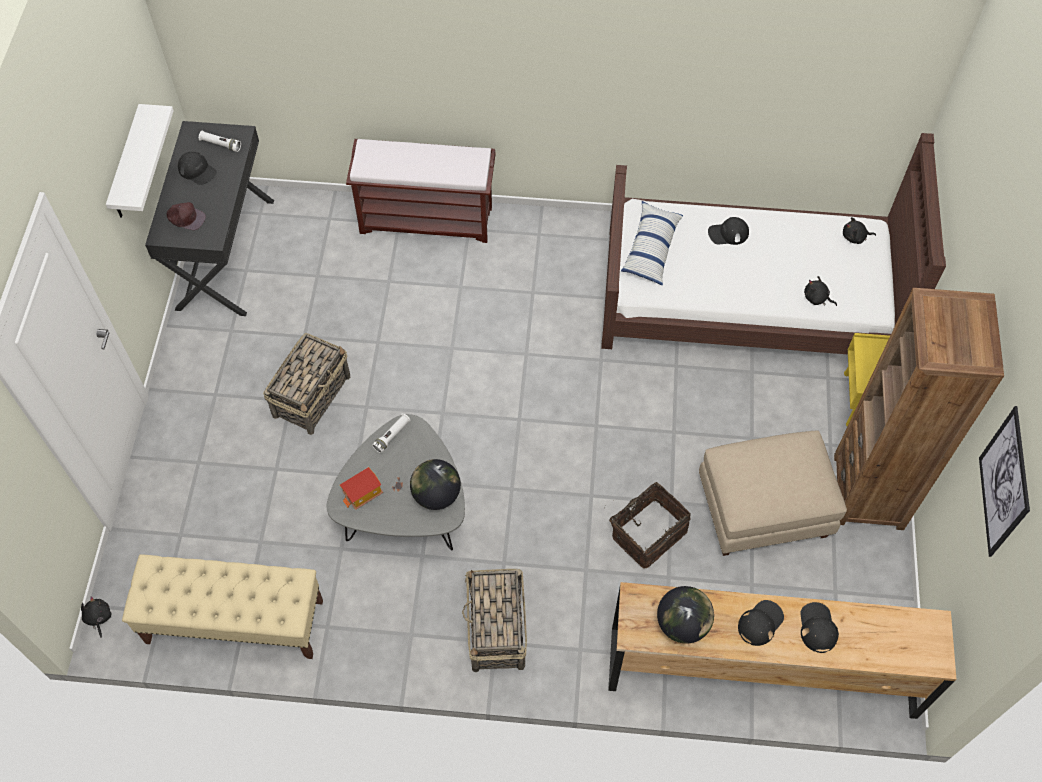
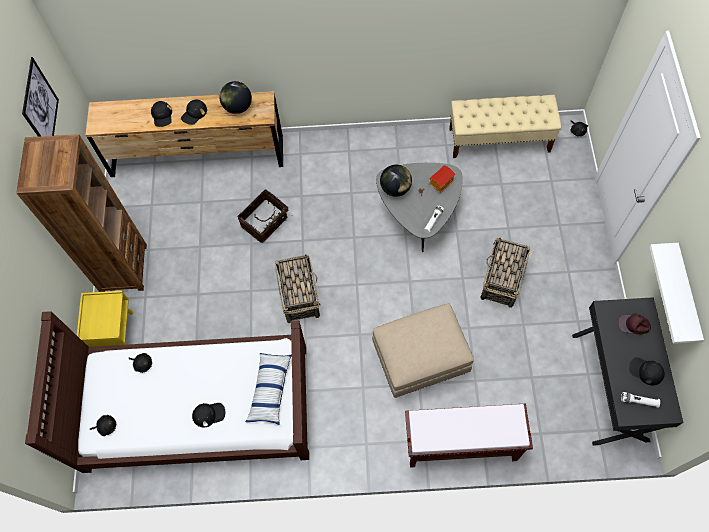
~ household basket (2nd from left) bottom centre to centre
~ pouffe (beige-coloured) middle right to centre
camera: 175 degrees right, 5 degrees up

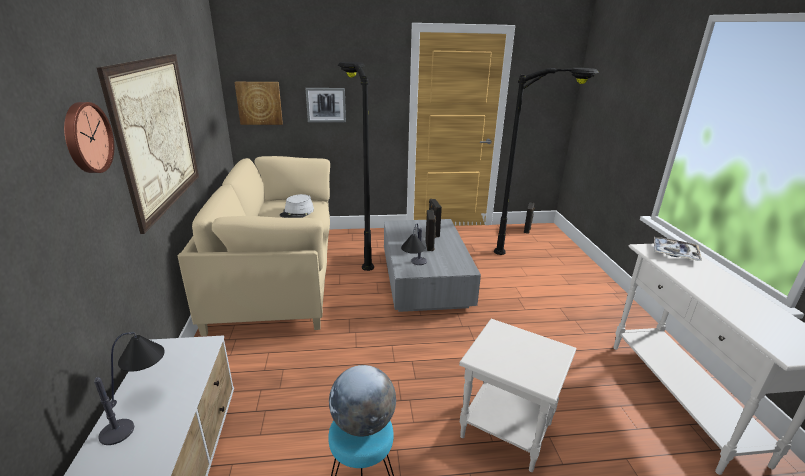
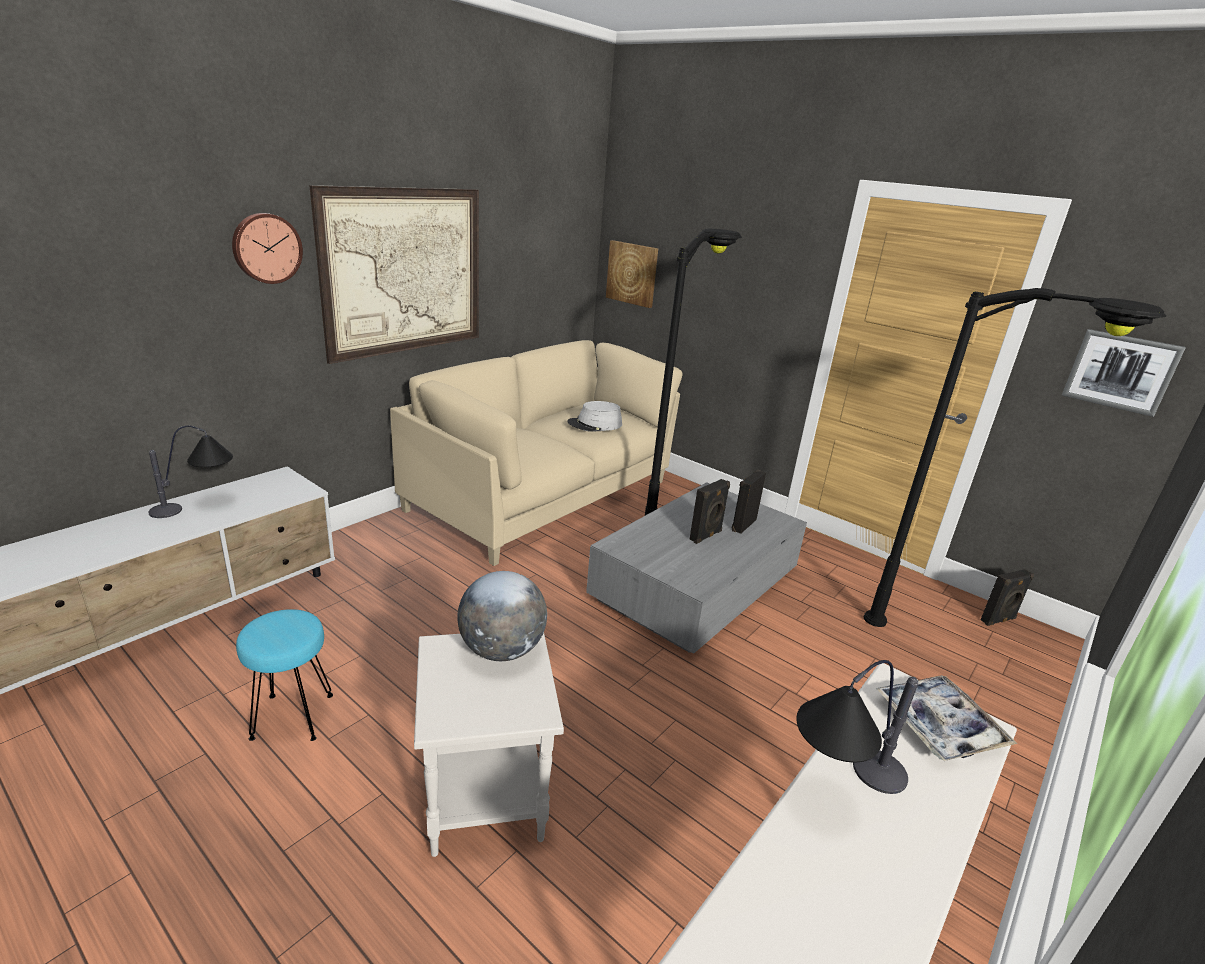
~ wall picture (3rd from left) top centre to middle right
~ globe bottom centre to centre
~ tabletop lamp (2nd from left) centre to bottom right
camera: 45 degrees right, 0 degrees up

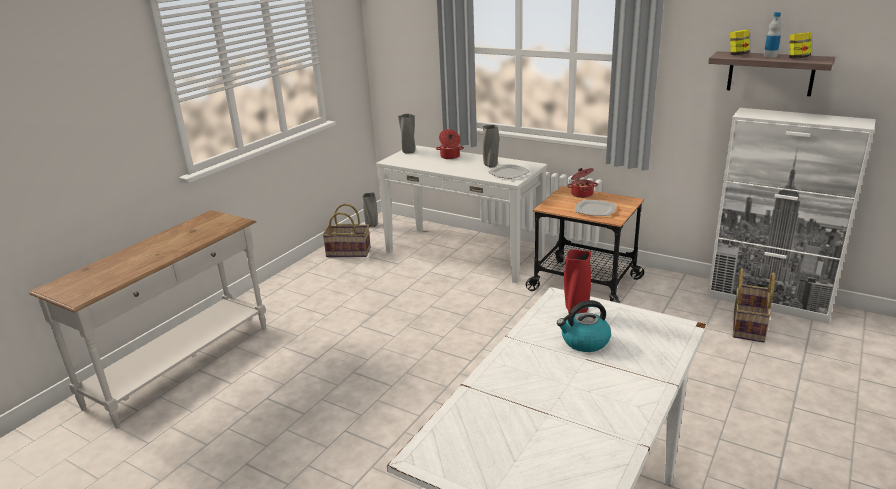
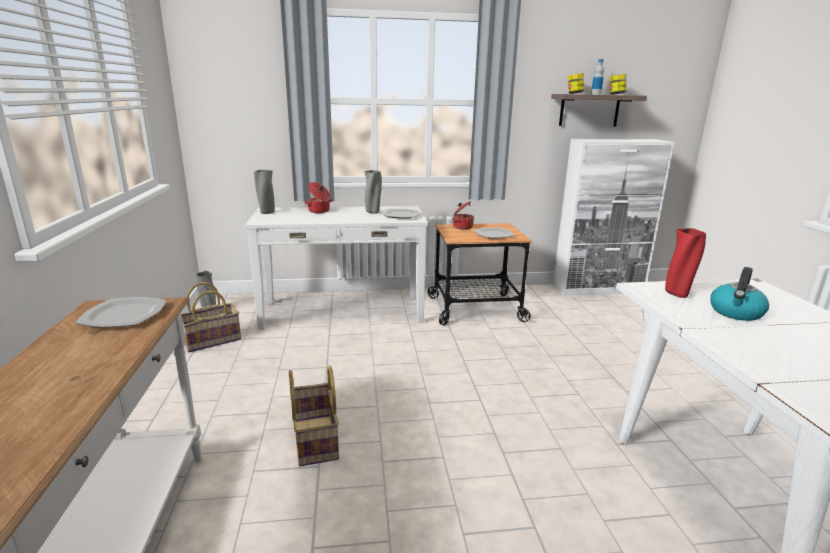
+ plate (1st from left) middle left
~ household basket (2nd from left) middle right to bottom centre
camera: 40 degrees left, 5 degrees down

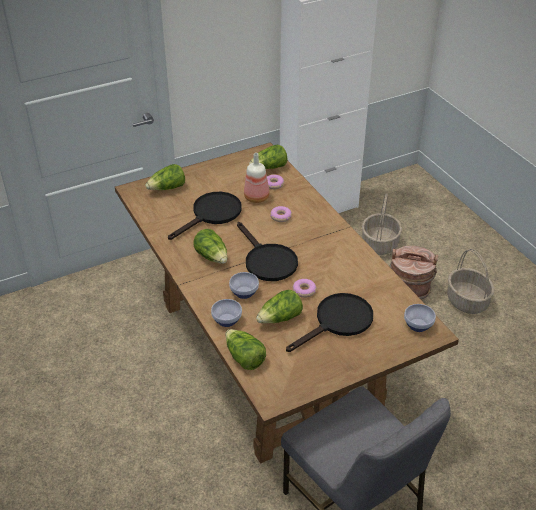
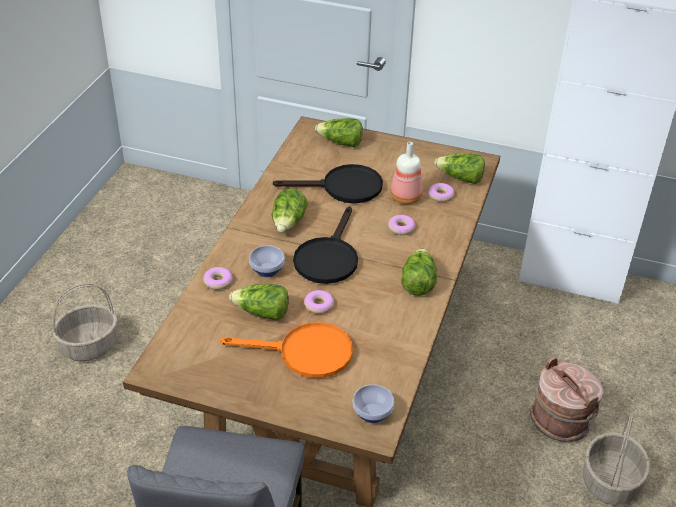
~ lettuce head (3rd from left in the first image) bottom centre to lettuce head (4th from left) centre
~ household basket (1st from left) middle right to middle left
~ deep dish (1st from left) centre to doughnut (1st from left) middle left
~ skillet (blackish) (3rd from left) centre to skillet (orange) bottom centre
camera: 45 degrees right, 0 degrees up

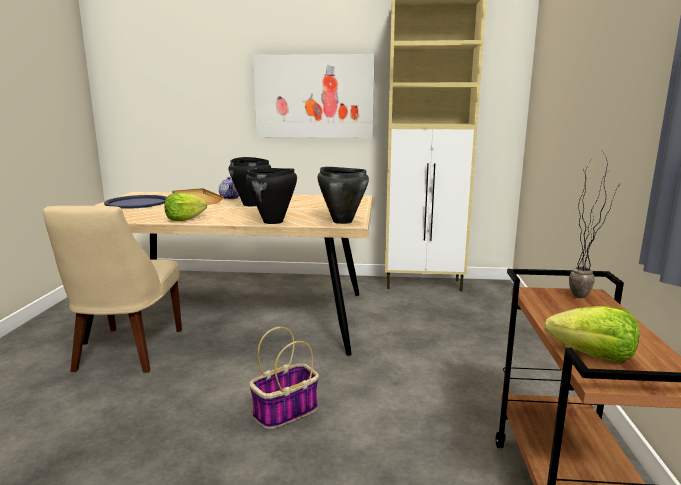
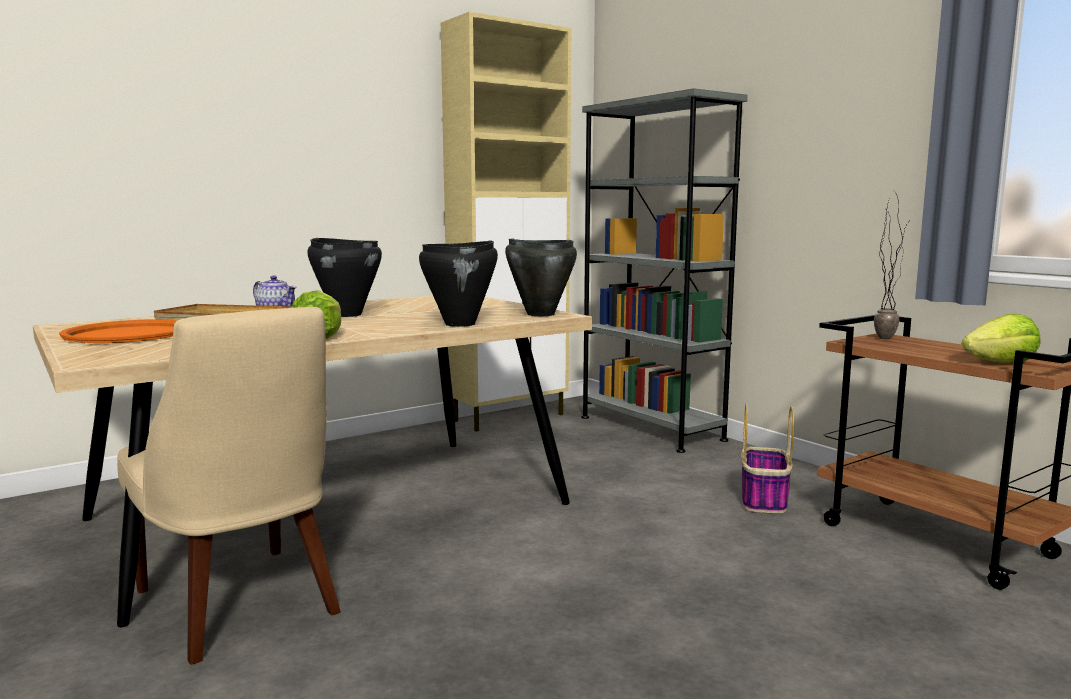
- wall picture top centre
+ shelving unit (greyish) centre
~ household basket bottom centre to middle right
~ serving tray (blue-coloured) middle left to serving tray (orange) middle left
camera: 40 degrees left, 5 degrees down

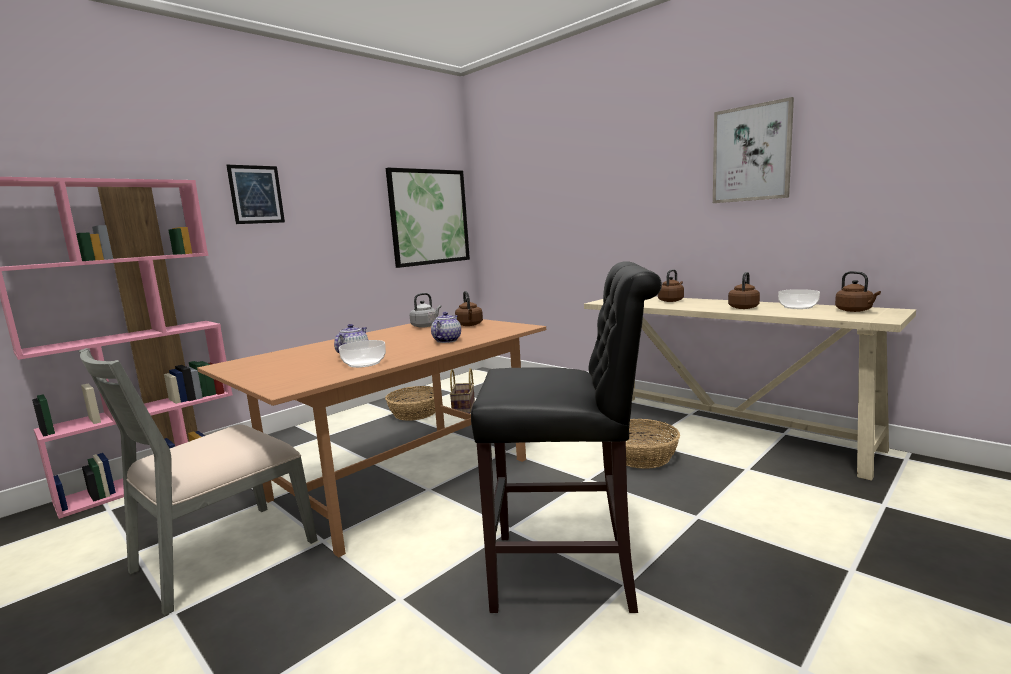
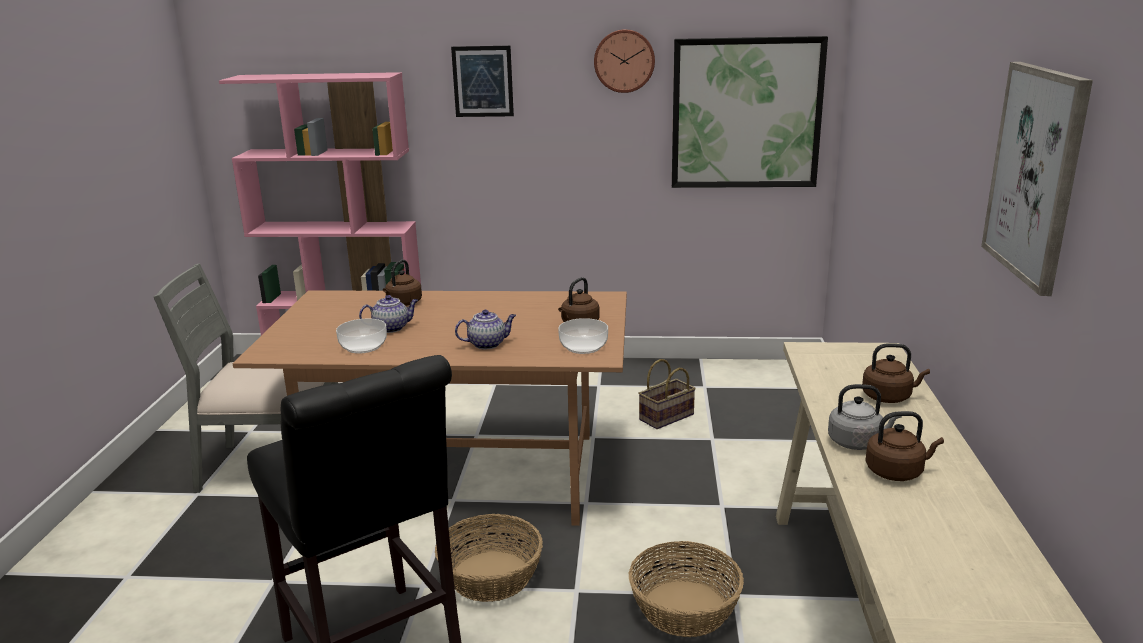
+ hanging clock top centre
~ household basket (1st from left) centre to bottom centre
~ water kettle (greyish) centre to middle right
~ deep dish (2nd from left) middle right to centre
~ water kettle (brown-coloured) (4th from left in the first image) middle right to water kettle (brown-coloured) (1st from left) centre
camera: 50 degrees right, 10 degrees up

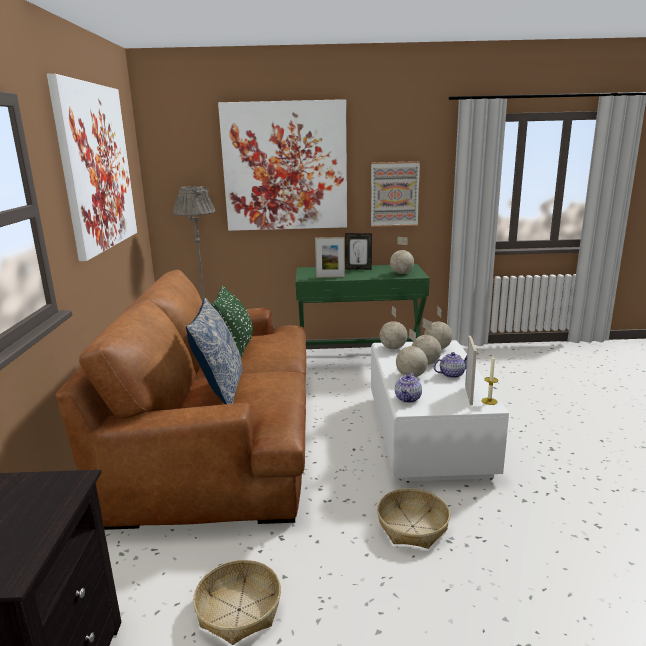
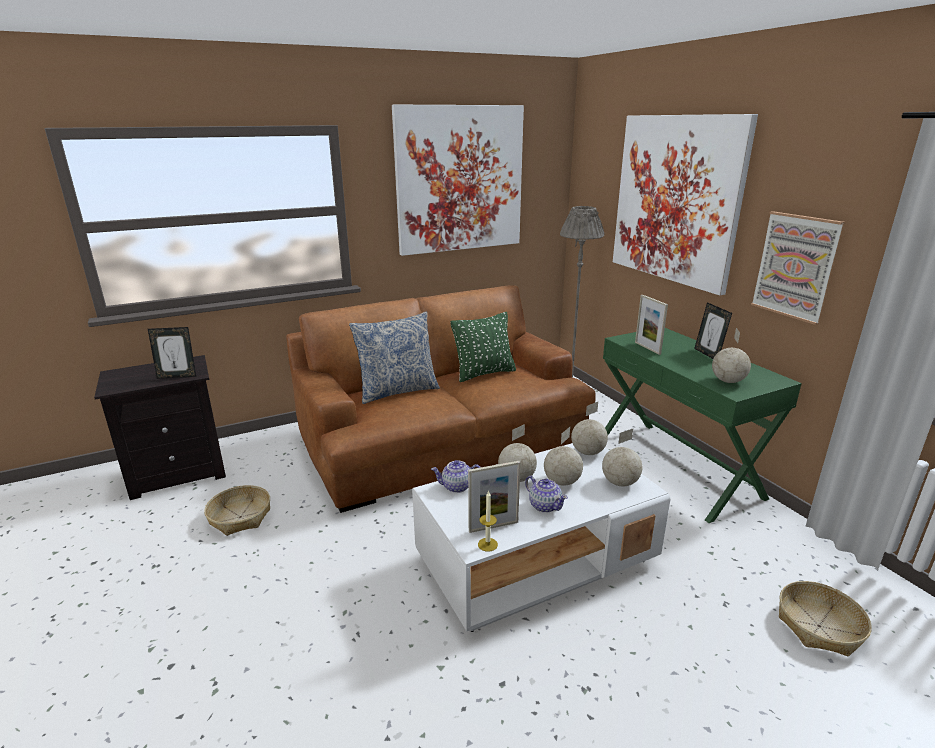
+ standing frame (1st from left) middle left
~ household basket (2nd from left) bottom centre to bottom right
camera: 65 degrees right, 5 degrees up

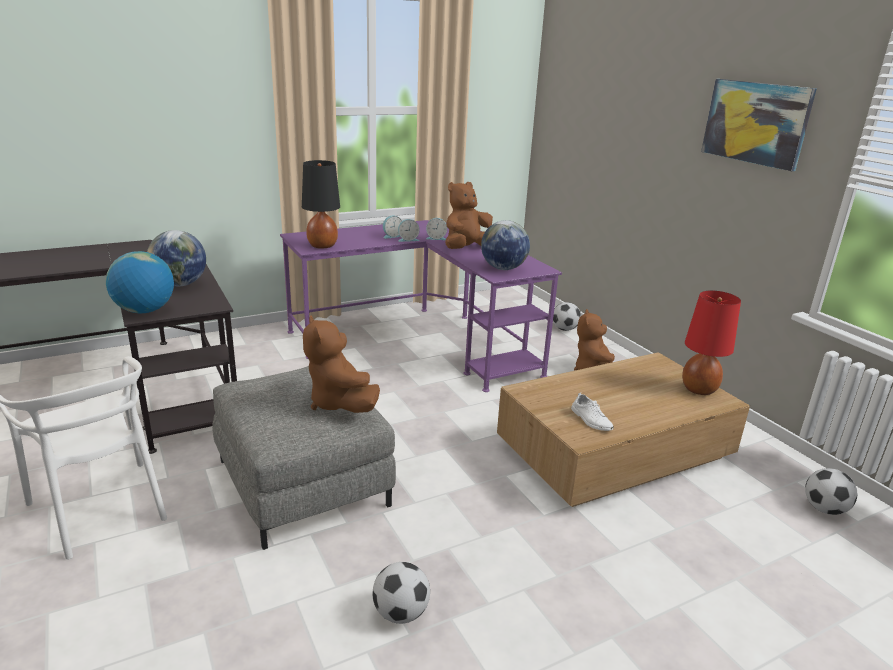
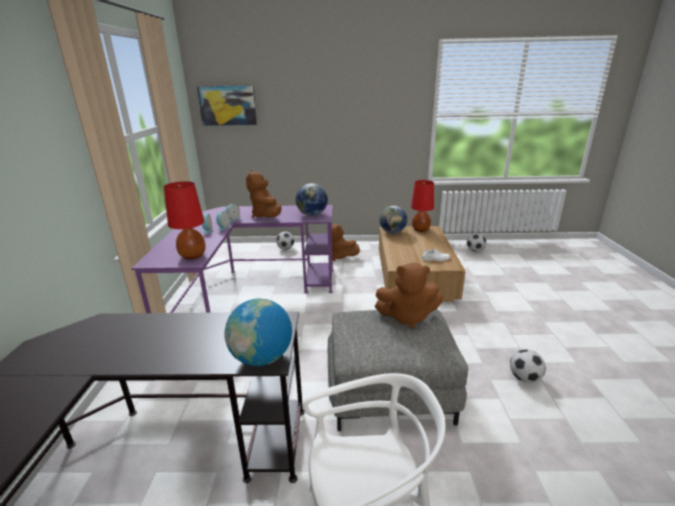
~ globe (2nd from left in the first image) middle left to globe (3rd from left) centre
~ wall picture top right to top centre
~ tabletop lamp (blackish) top centre to tabletop lamp (red-coloured) (1st from left) middle left
camera: 60 degrees left, 0 degrees up

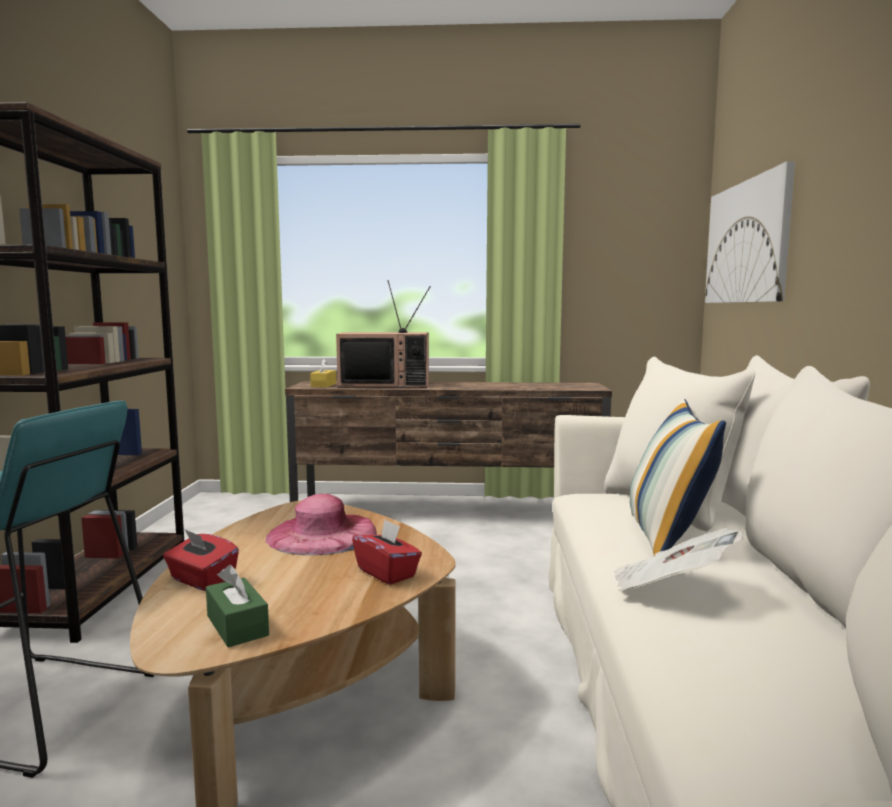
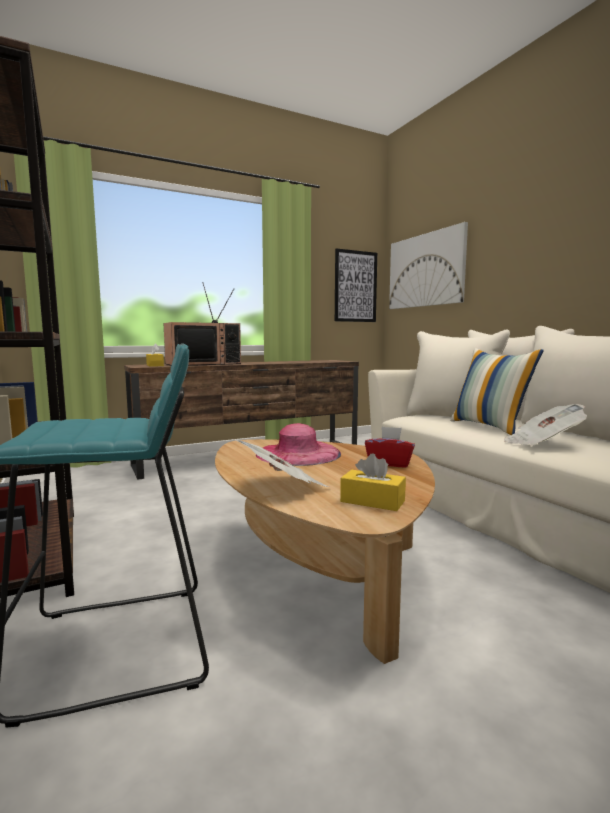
+ wall picture (1st from left) centre
~ tissue holder (red-coloured) (1st from left) bottom left to newspaper (1st from left) centre
~ tissue holder (green) bottom left to tissue holder (yellow-coloured) (2nd from left) centre
camera: 30 degrees left, 0 degrees up

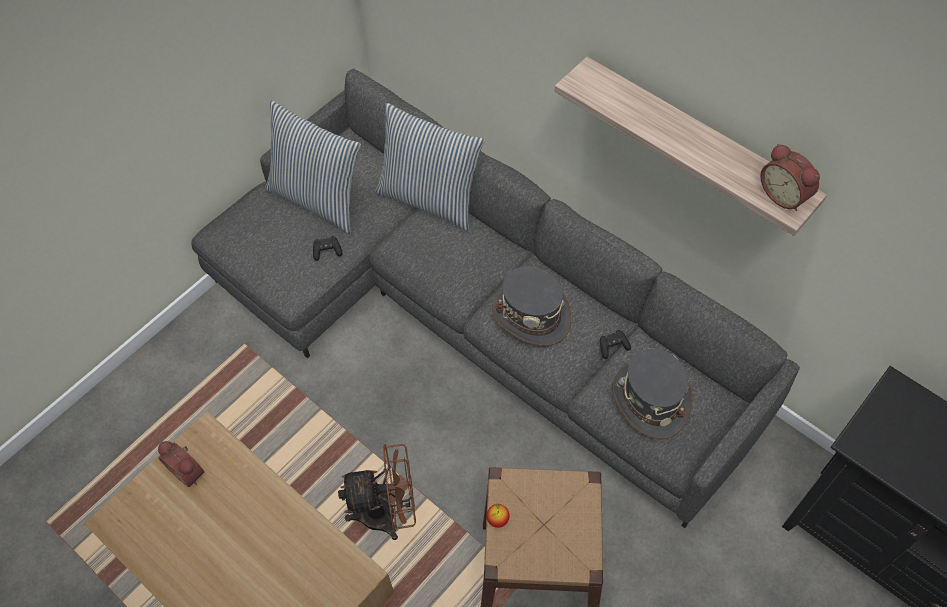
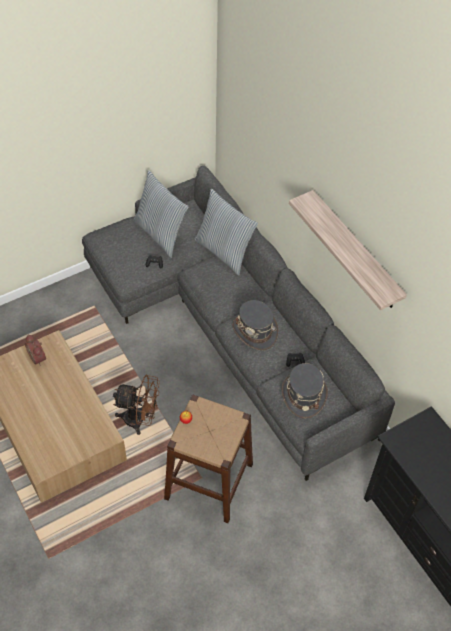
- alarm clock (2nd from left) top right
camera: 15 degrees right, 5 degrees down

